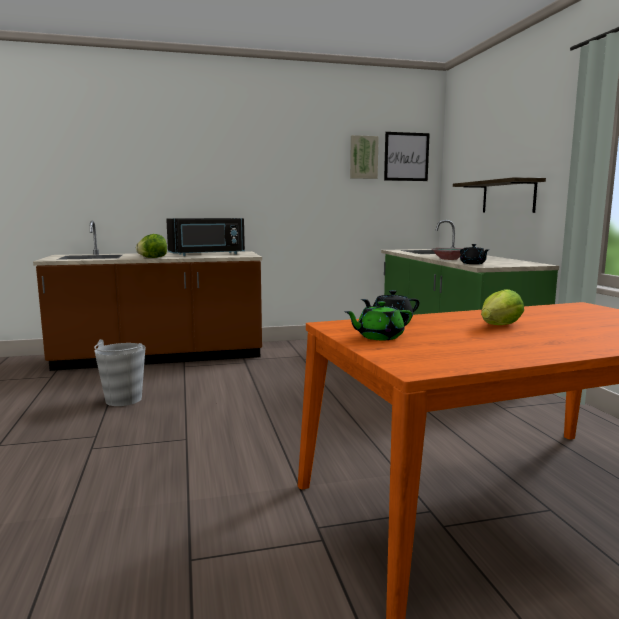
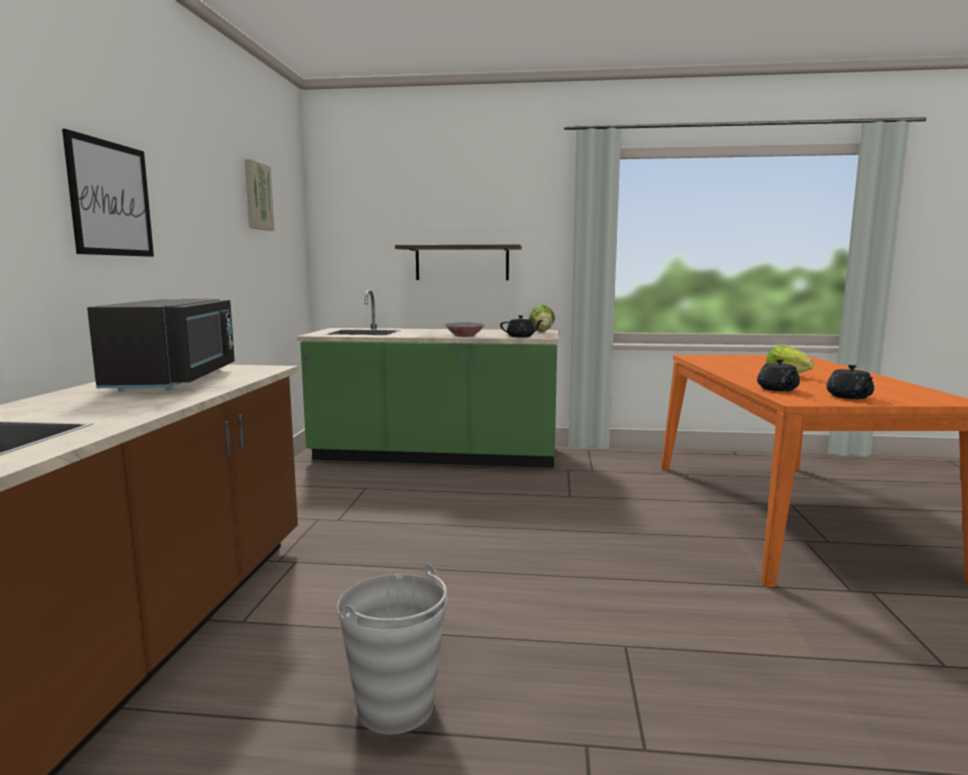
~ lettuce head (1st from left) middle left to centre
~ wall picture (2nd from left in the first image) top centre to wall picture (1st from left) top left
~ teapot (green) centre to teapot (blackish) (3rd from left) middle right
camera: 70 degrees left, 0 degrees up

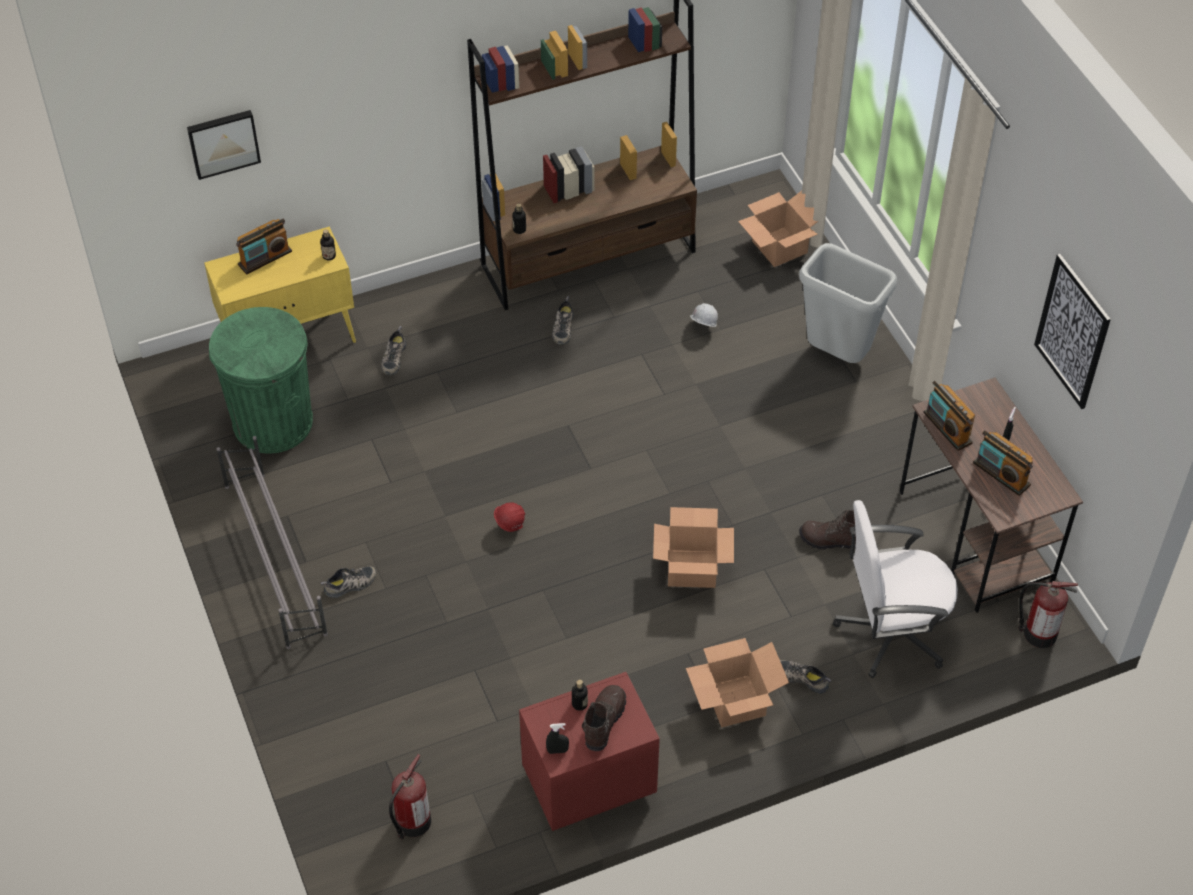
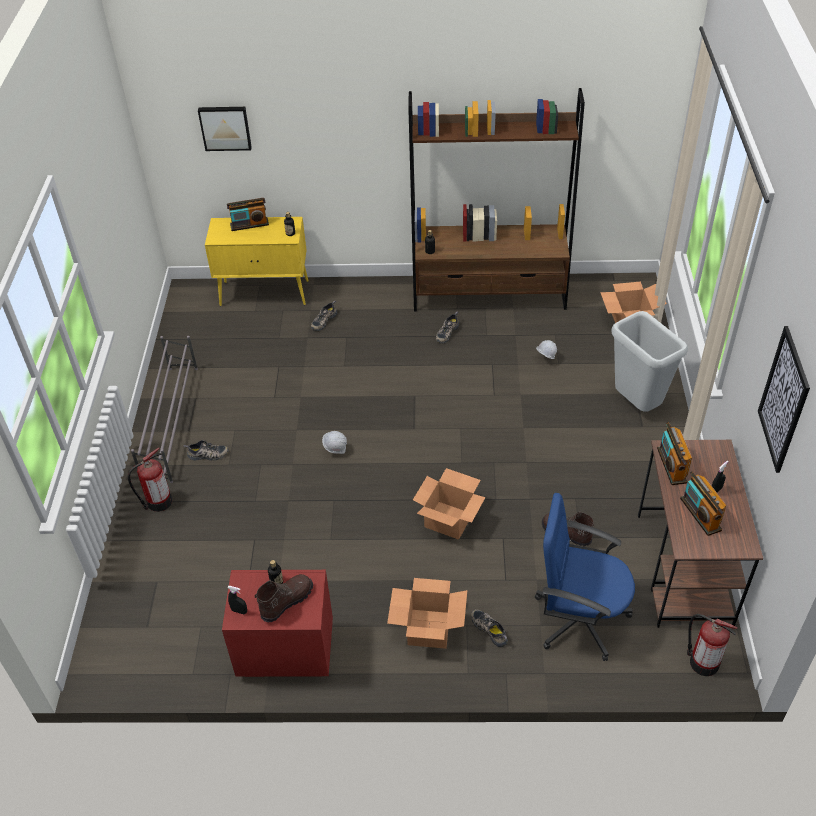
- trash can (green) middle left
~ fire-fighting cylinder (1st from left) bottom centre to middle left
~ safety helmet (red-coloured) centre to safety helmet (whitish) (1st from left) centre
~ office chair (whitish) middle right to office chair (blue-coloured) bottom right
camera: 25 degrees right, 5 degrees down

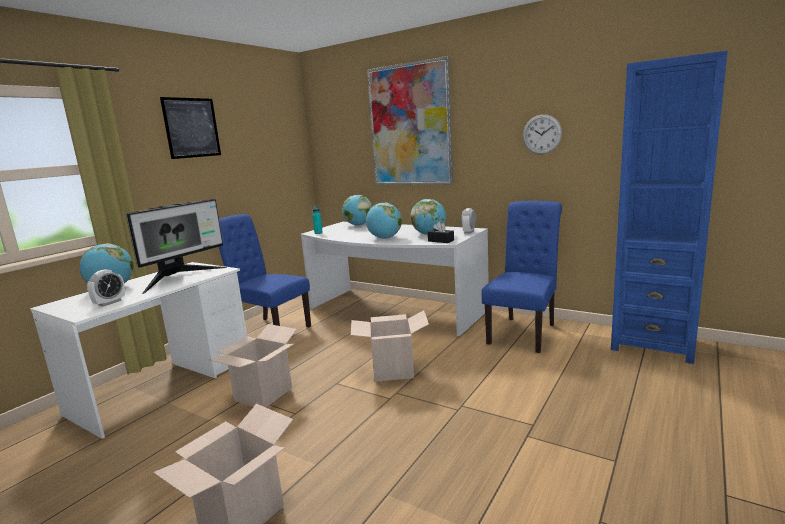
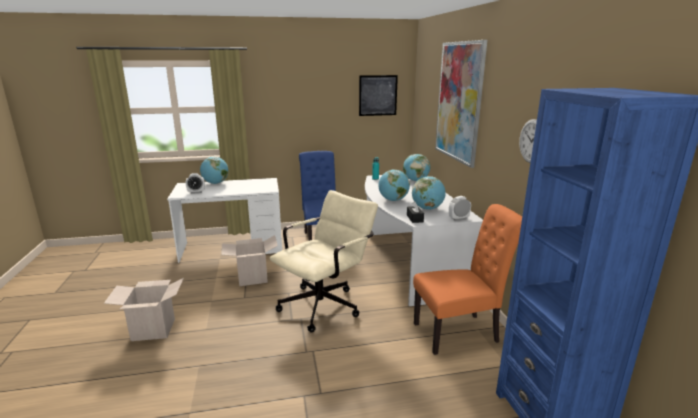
- monitor middle left
~ wall picture (1st from left) top left to top centre
~ carton (3rd from left) centre to office chair (beige-coloured) centre
~ upright chair (blue-coloured) (2nd from left) centre to upright chair (orange) bottom right
camera: 45 degrees right, 5 degrees up

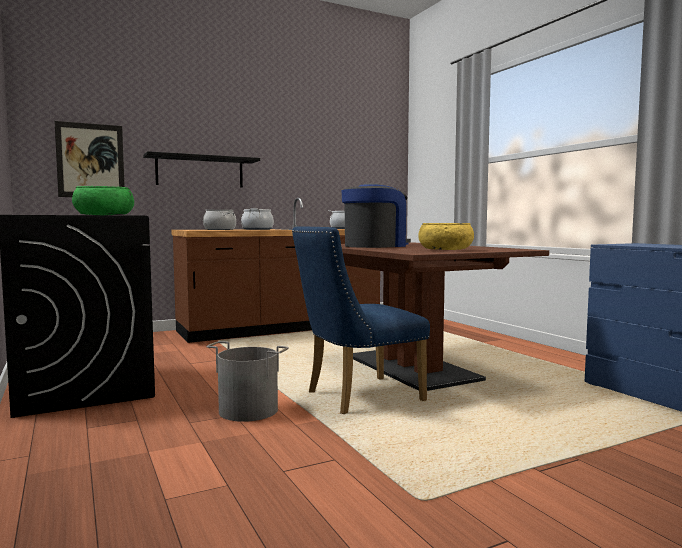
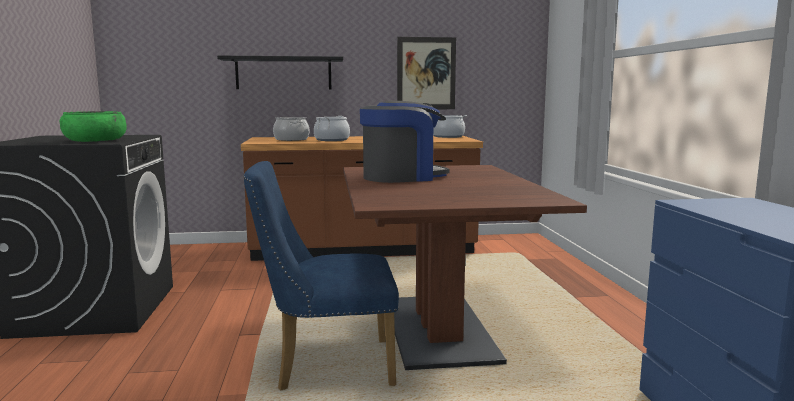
- bucket (greyish) bottom centre
- deep dish (yellow-coloured) centre
~ wall picture top left to top centre
camera: 20 degrees right, 5 degrees up

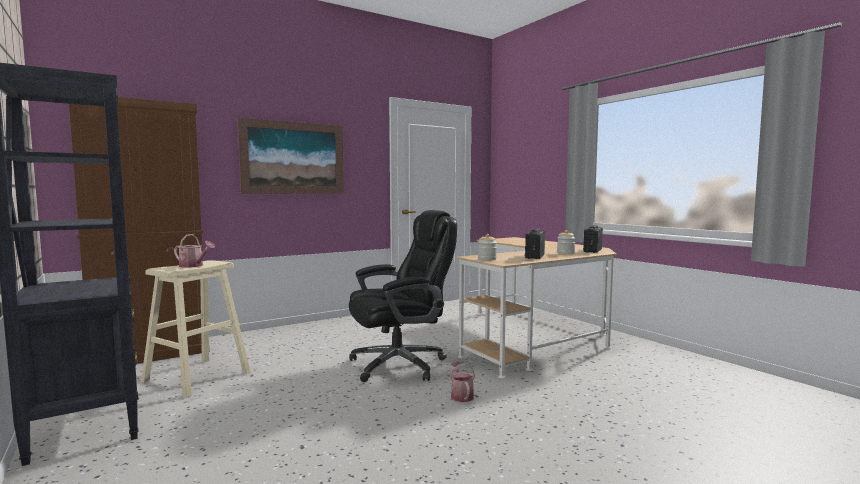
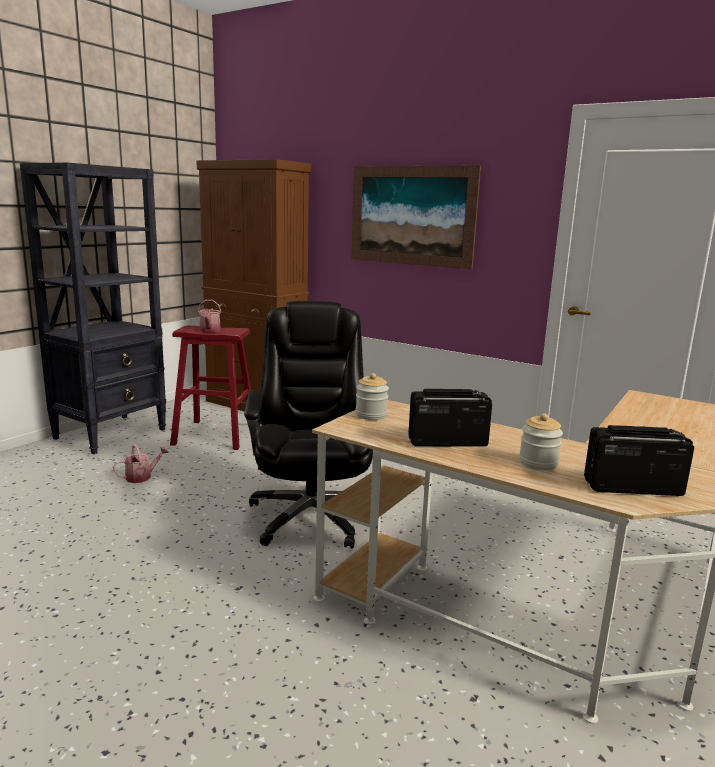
~ watering can (2nd from left in the first image) bottom centre to watering can (1st from left) middle left
~ sitting stool (beige-coloured) bottom left to sitting stool (red-coloured) middle left
~ office chair (blackish) centre = centre 135 degrees counterclockwise
camera: 65 degrees right, 10 degrees up

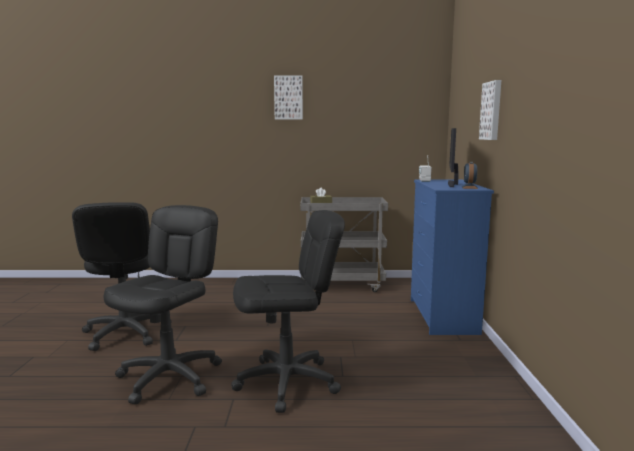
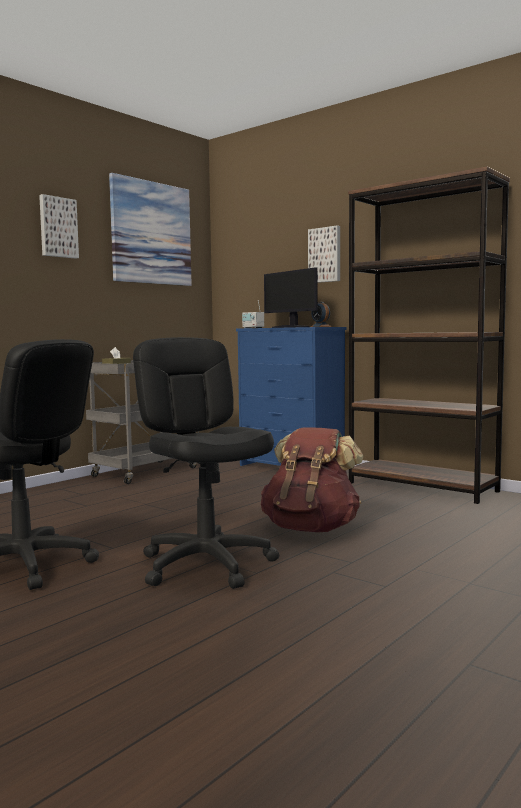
+ wall picture (2nd from left) top left
+ shelving unit (brown-coloured) middle right
~ office chair (blackish) (3rd from left) bottom centre to rucksack (brown-coloured) centre
camera: 50 degrees left, 5 degrees down

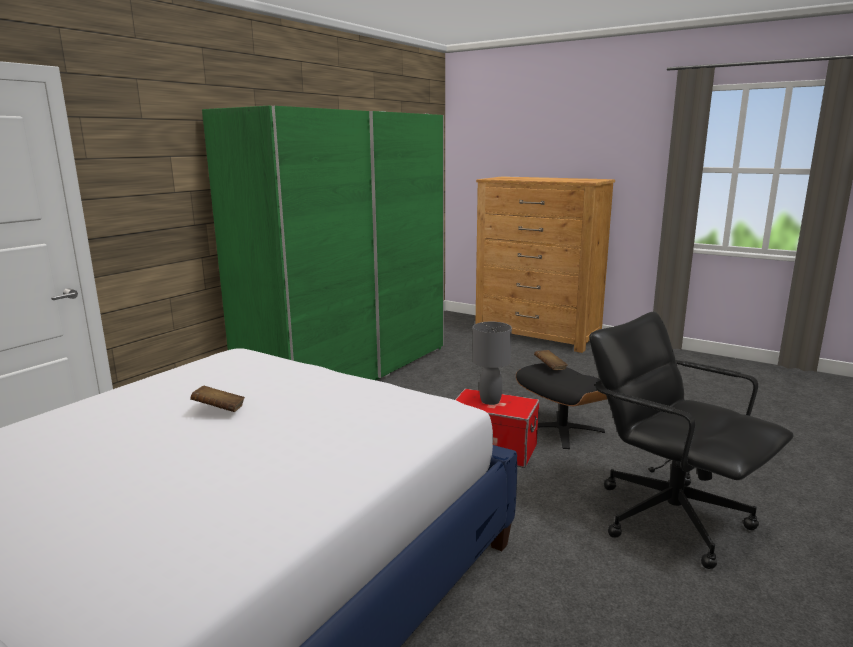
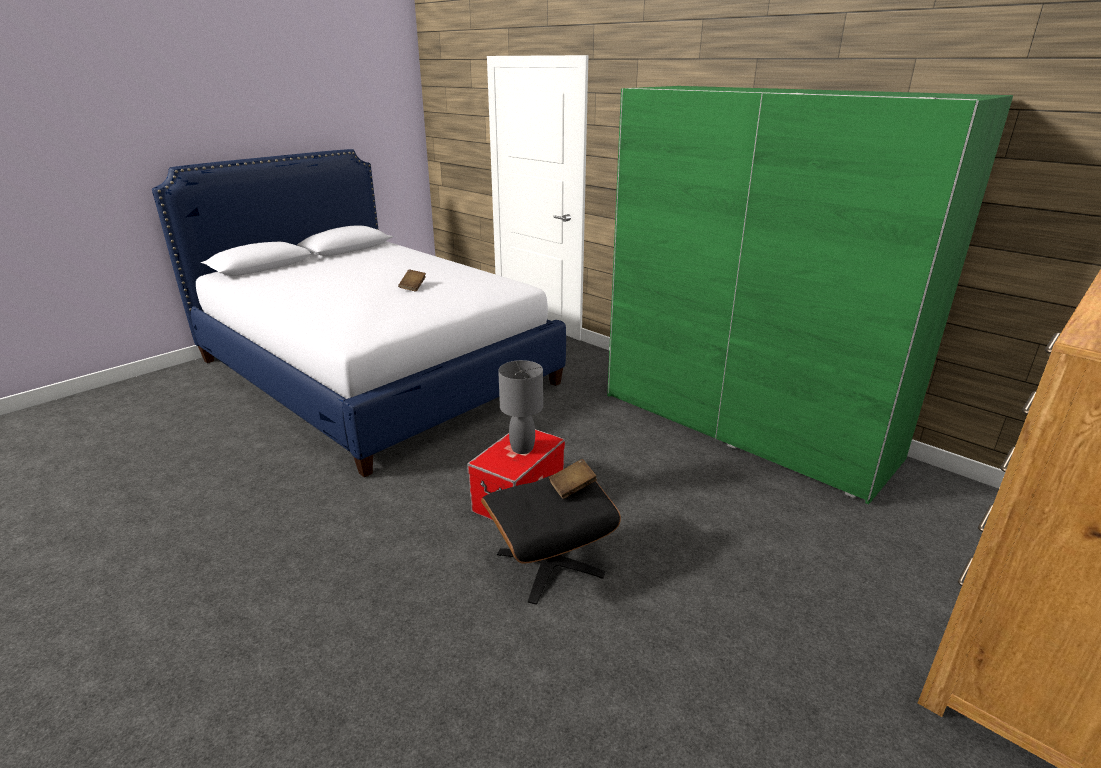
- office chair (blackish) bottom right
camera: 100 degrees right, 10 degrees up

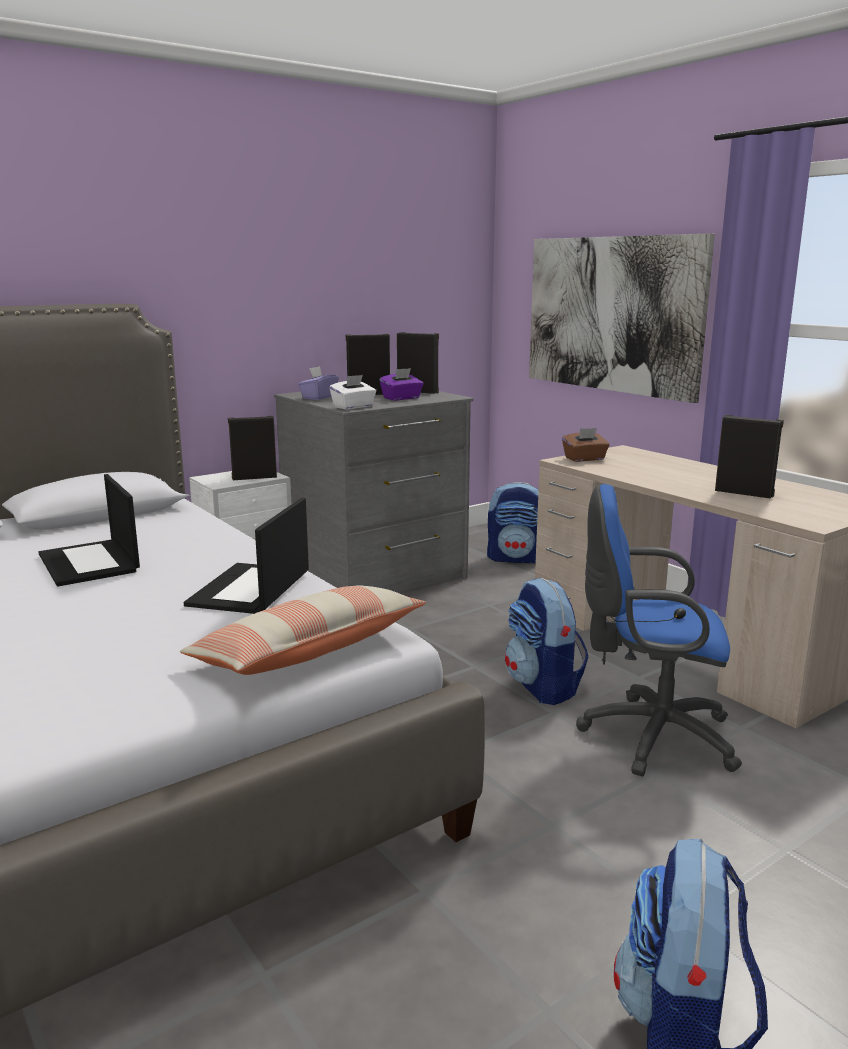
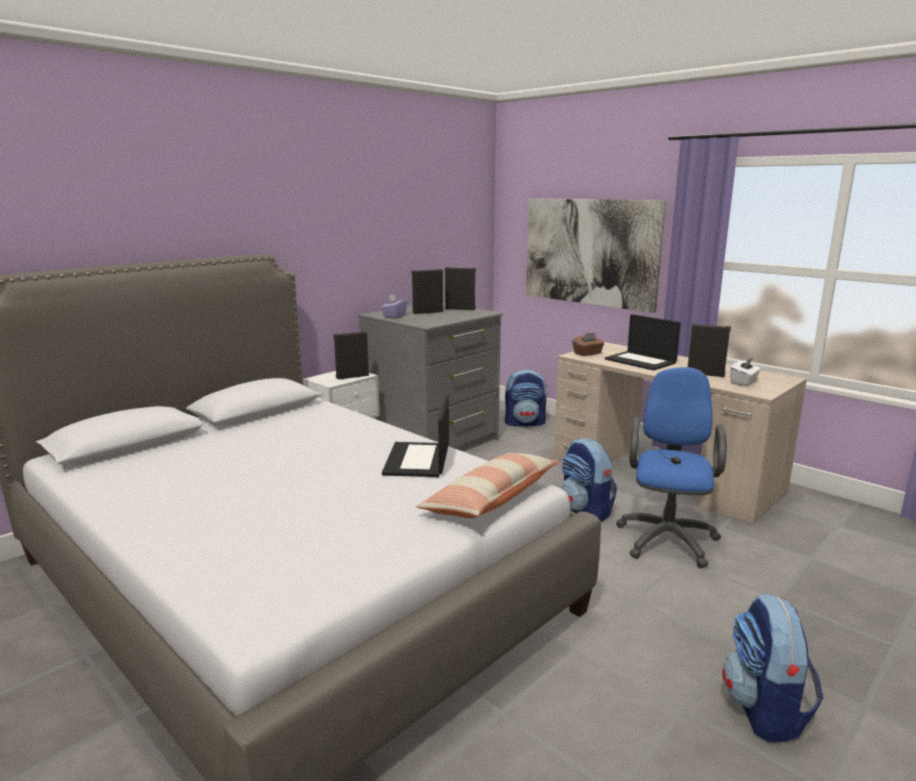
- tissue holder (purple) (2nd from left) centre
~ laptop (1st from left in the first image) middle left to laptop (2nd from left) middle right
~ tissue holder (whitish) centre to middle right
~ office chair (blue-coloured) middle right = middle right 105 degrees clockwise
camera: 10 degrees left, 0 degrees up

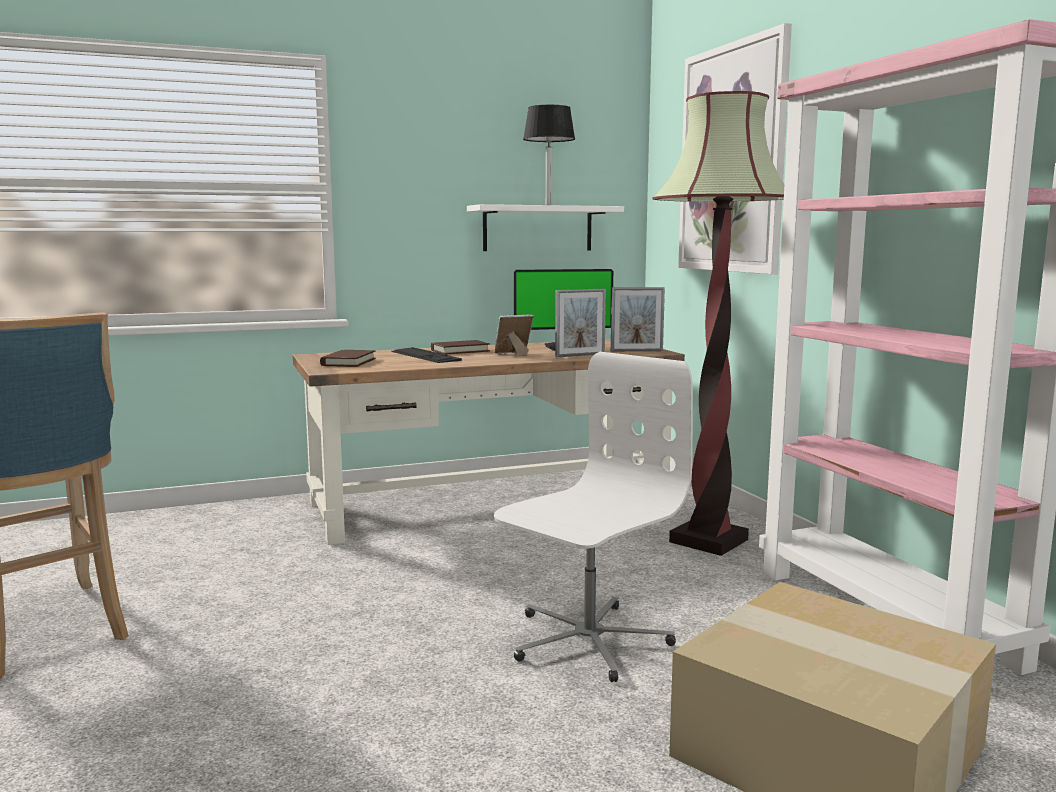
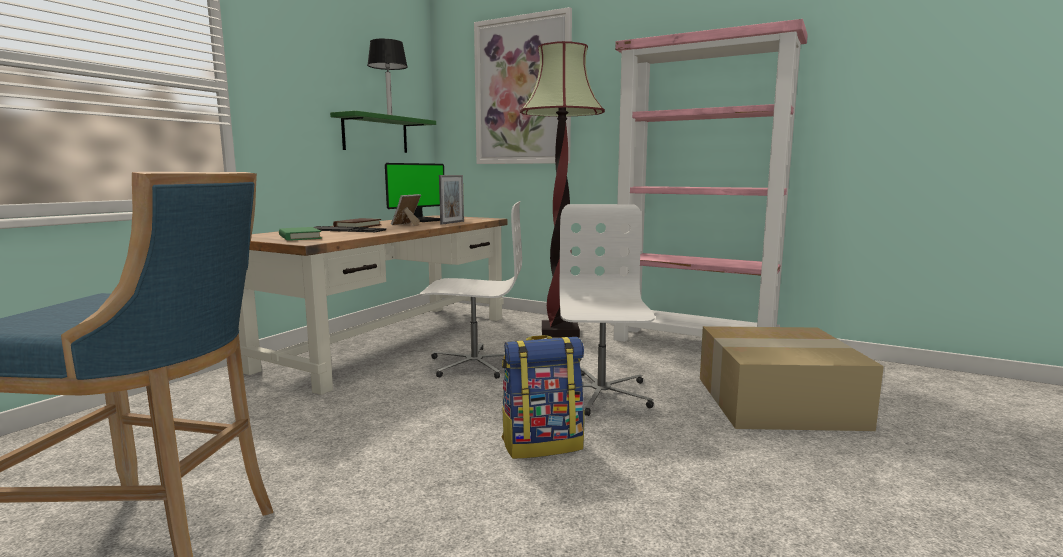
- standing frame (3rd from left) centre
+ office chair (whitish) (1st from left) centre
+ rucksack bottom centre
~ volume (brown-coloured) (1st from left) middle left to volume (green) middle left
~ wall shelf (whitish) top centre to wall shelf (green) top centre
camera: 40 degrees left, 0 degrees up

